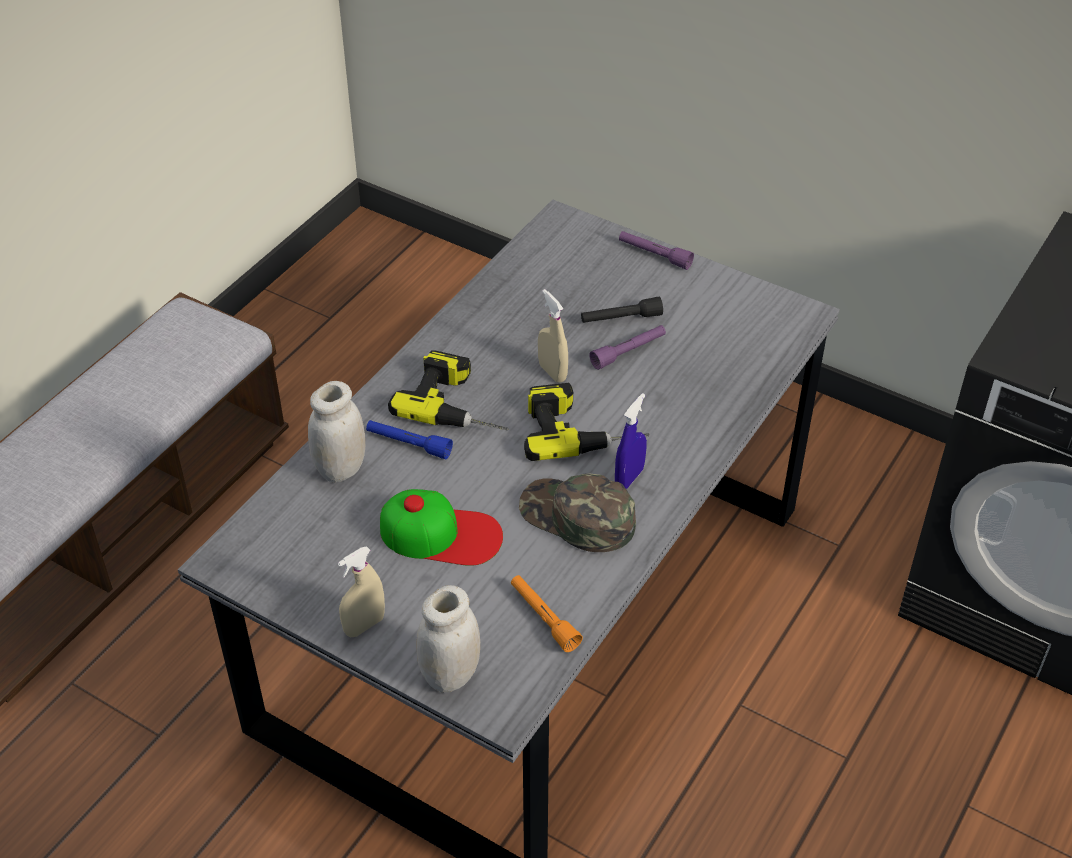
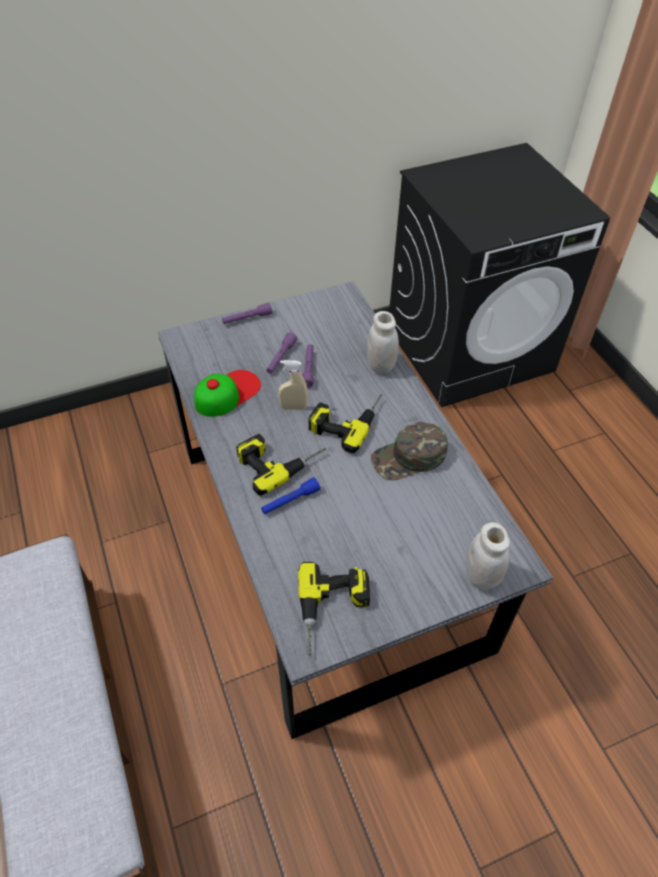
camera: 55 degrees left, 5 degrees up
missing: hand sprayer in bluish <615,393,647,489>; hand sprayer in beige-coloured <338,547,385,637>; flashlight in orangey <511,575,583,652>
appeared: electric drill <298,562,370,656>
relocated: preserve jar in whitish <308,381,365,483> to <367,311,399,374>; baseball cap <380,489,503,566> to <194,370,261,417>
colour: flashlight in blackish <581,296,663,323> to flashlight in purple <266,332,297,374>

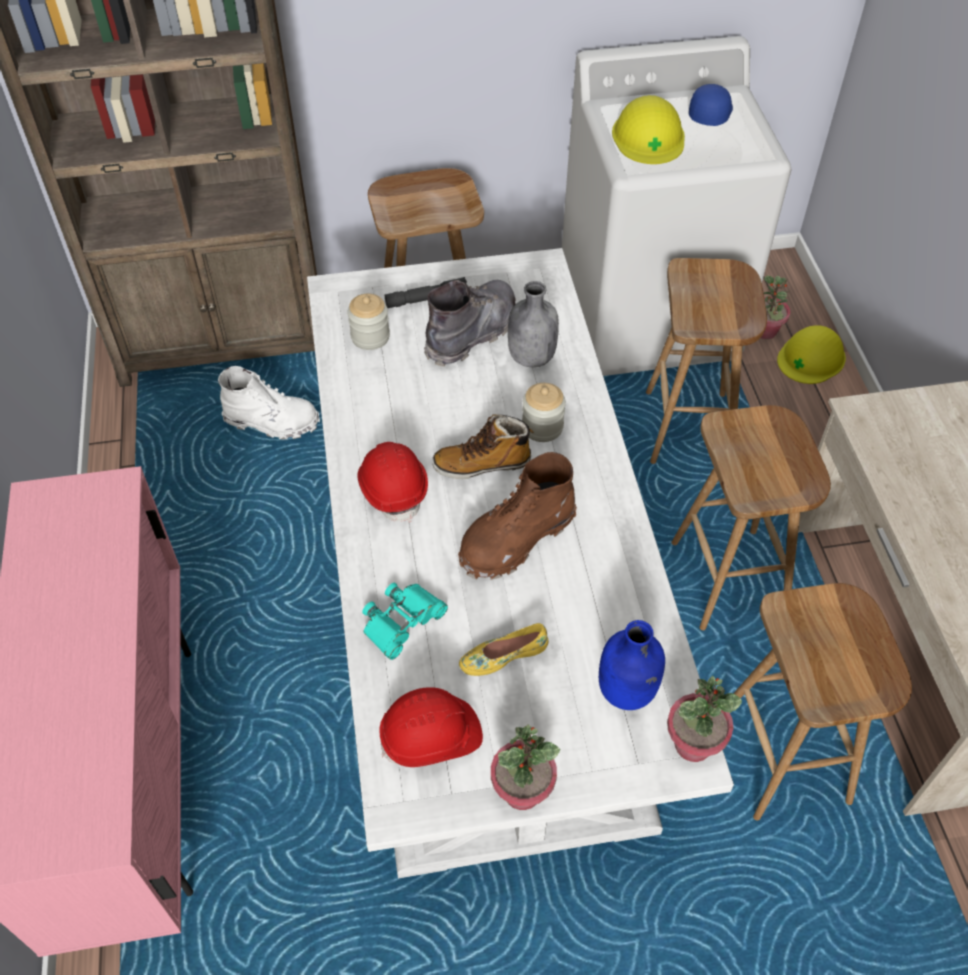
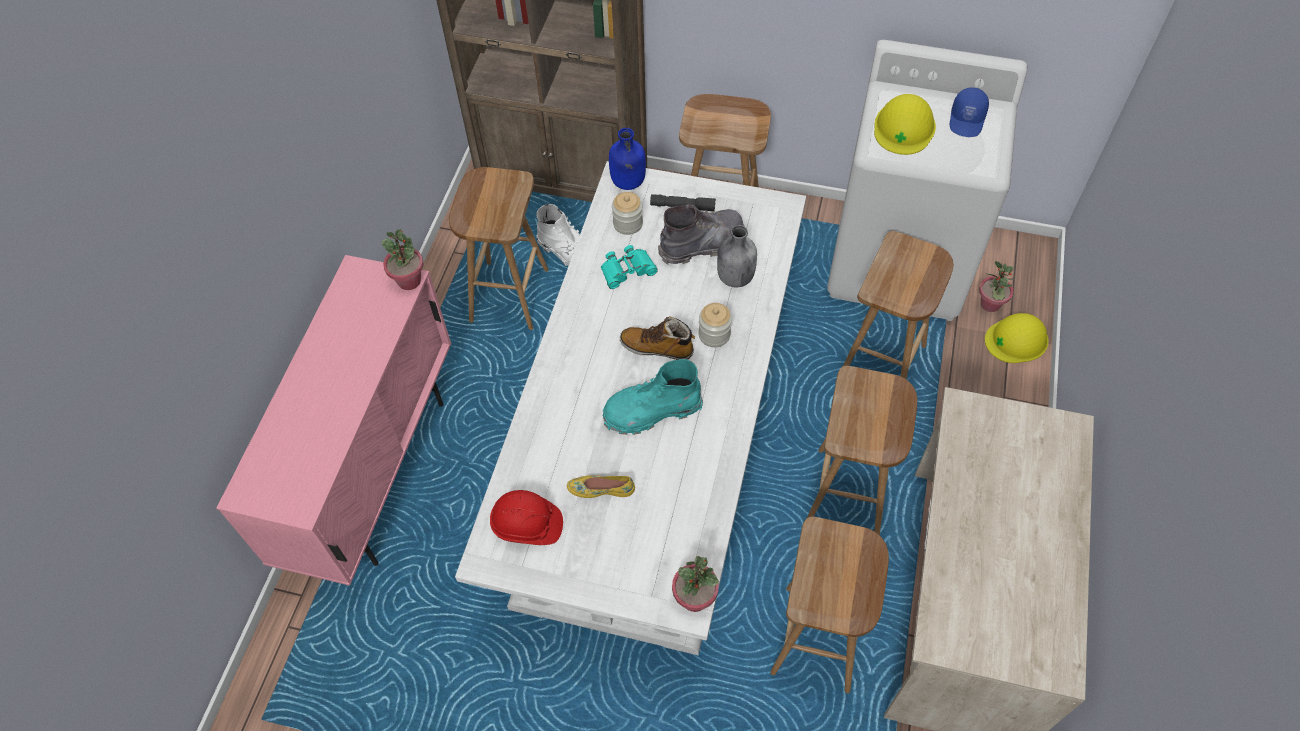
camera: 25 degrees right, 5 degrees up
missing: work helmet in red <357,442,428,522>
appeared: stool in brownish <449,167,549,330>
relocated: binoculars in turquoise <362,583,448,660> to <601,245,658,289>; drink bottle in bluish <599,620,665,710> to <609,128,646,190>; plant in a pot <491,725,560,810> to <381,229,424,290>
colour: boot in brownish <458,452,577,580> to boot in turquoise <603,359,703,435>
spun: baseball cap in bluish <689,84,733,126> = <950,88,989,137> 150 degrees clockwise

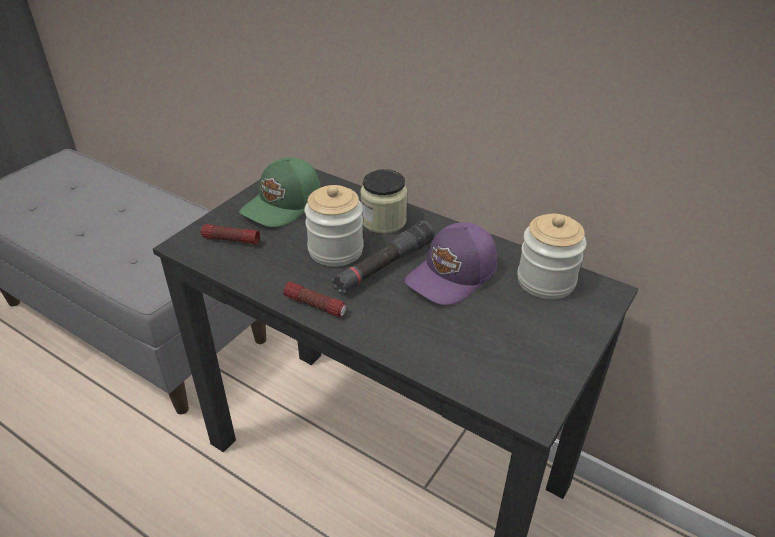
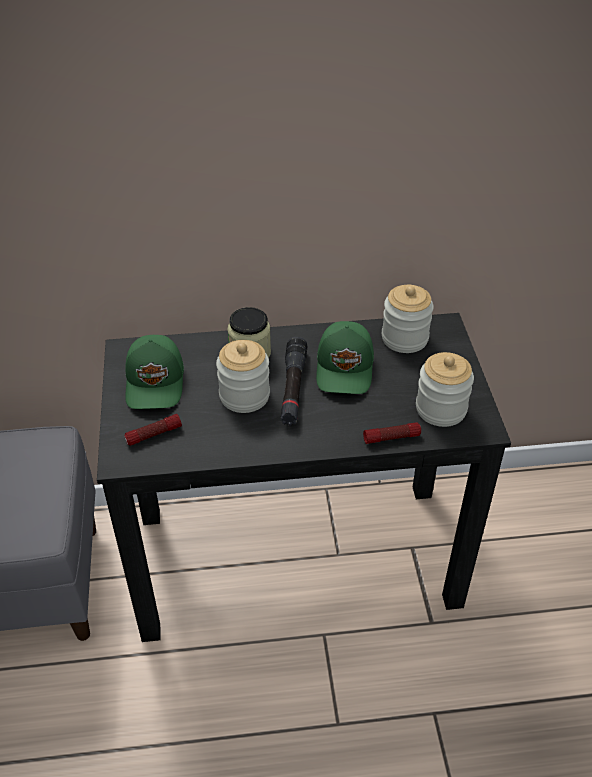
camera: 40 degrees left, 5 degrees up
appeared: preserve jar <416,352,474,427>
relocated: flashlight <283,281,346,317> to <363,422,421,444>
colour: baseball cap in purple <404,222,497,305> to baseball cap in greenish <316,321,374,394>

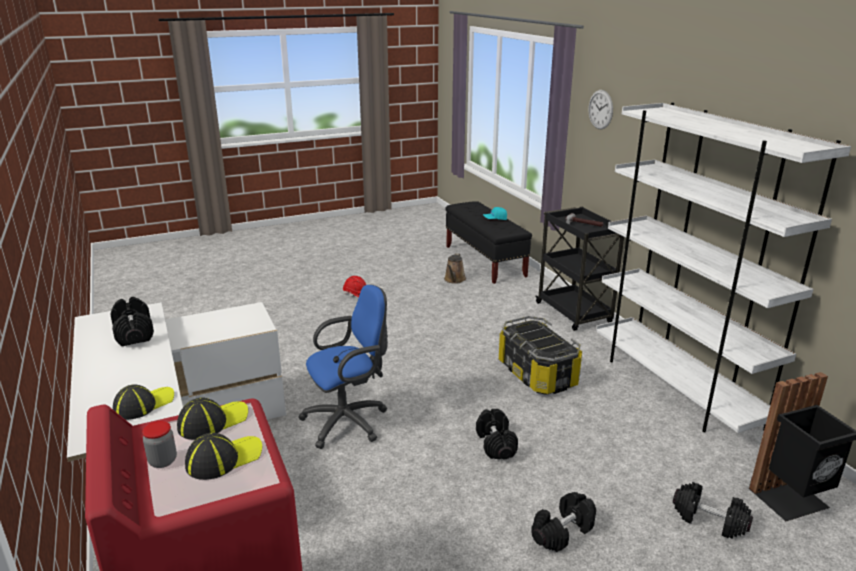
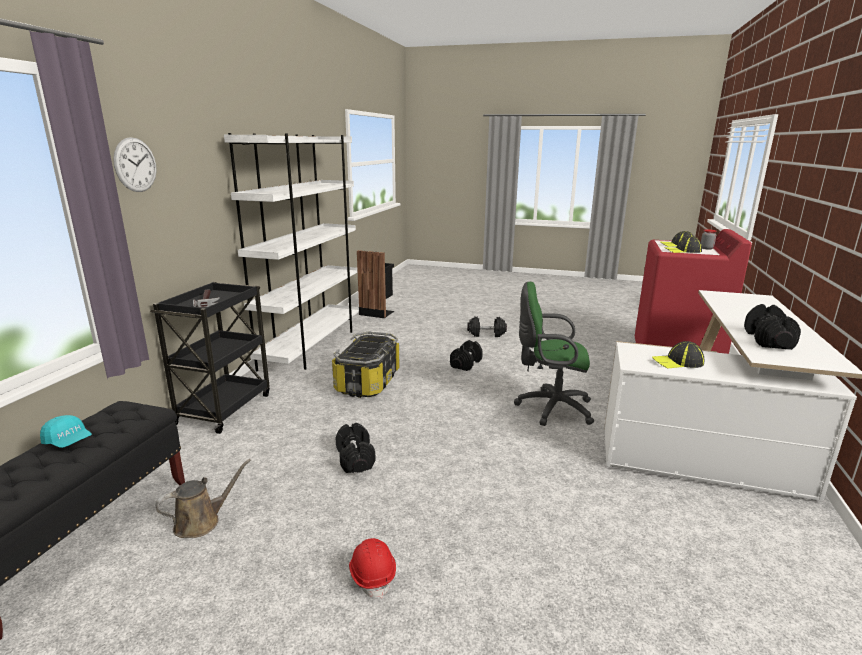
camera: 140 degrees left, 5 degrees down
relocated: baseball cap <113,384,174,420> to <652,341,705,369>; hand weight in blackish <673,482,753,539> to <335,423,376,473>
colour: computer chair in bluish <298,285,388,449> to computer chair in greenish <514,282,594,426>

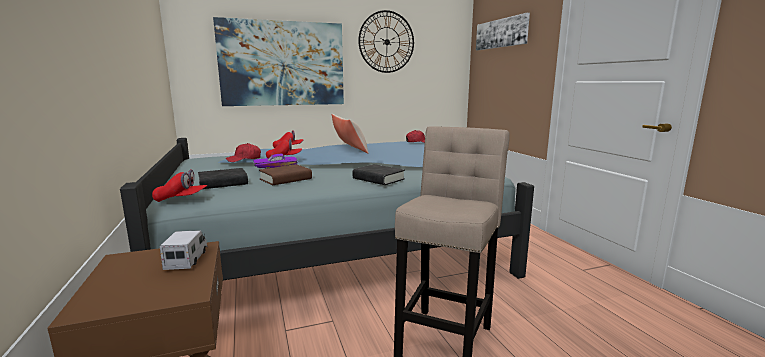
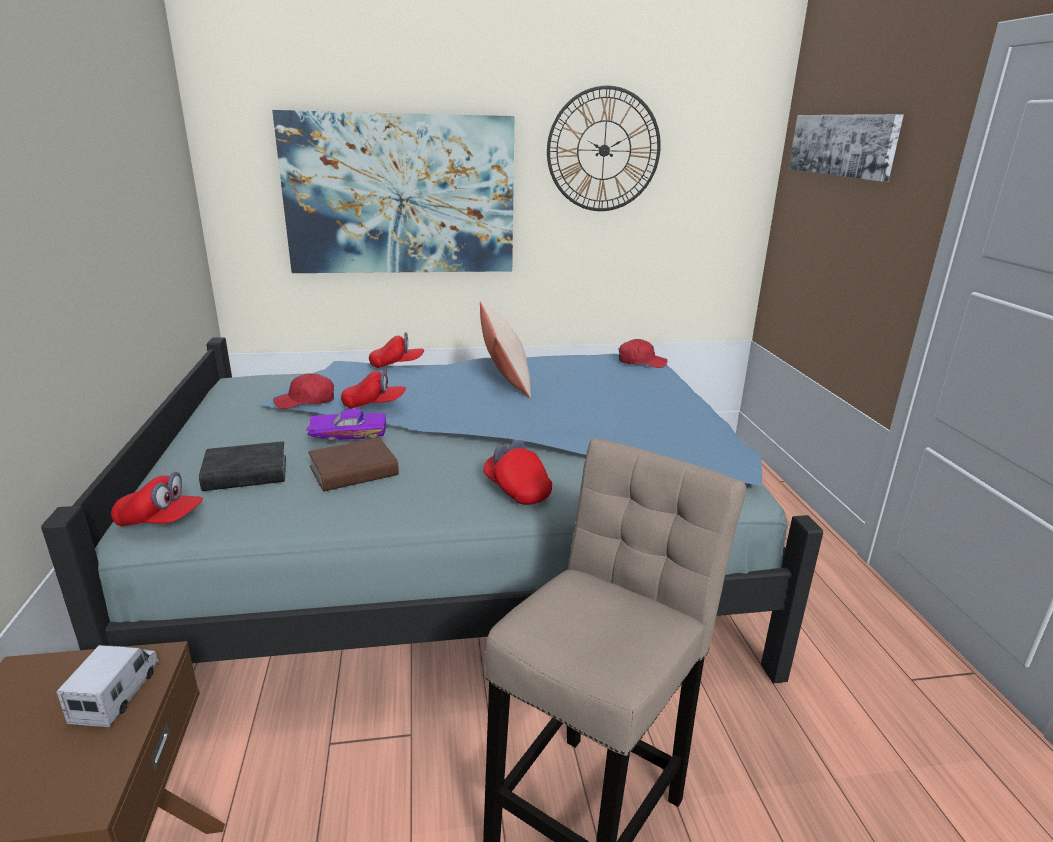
camera: 10 degrees right, 10 degrees up
exchanged: volume in blackish <352,164,405,185> to baseball cap in red <483,440,552,505>

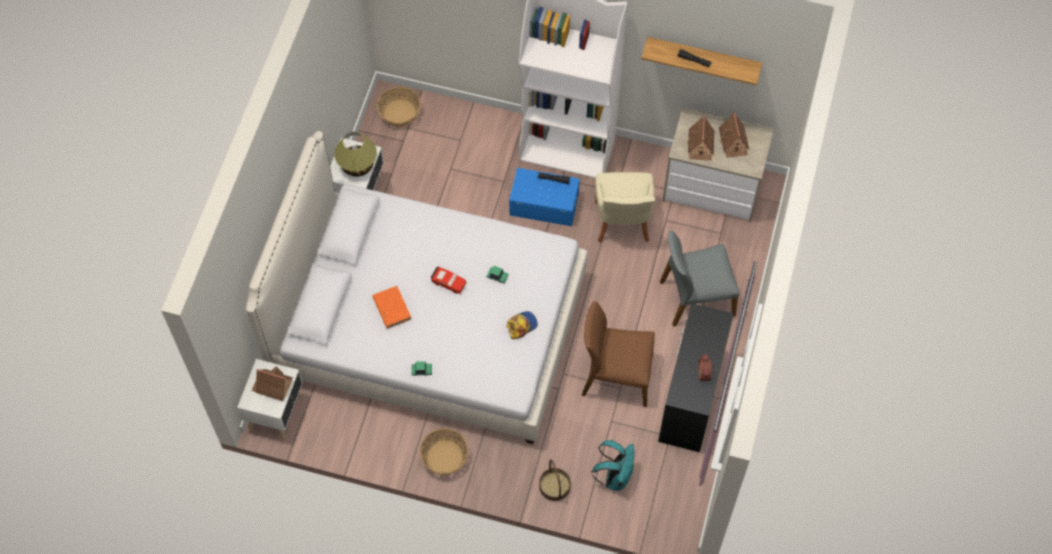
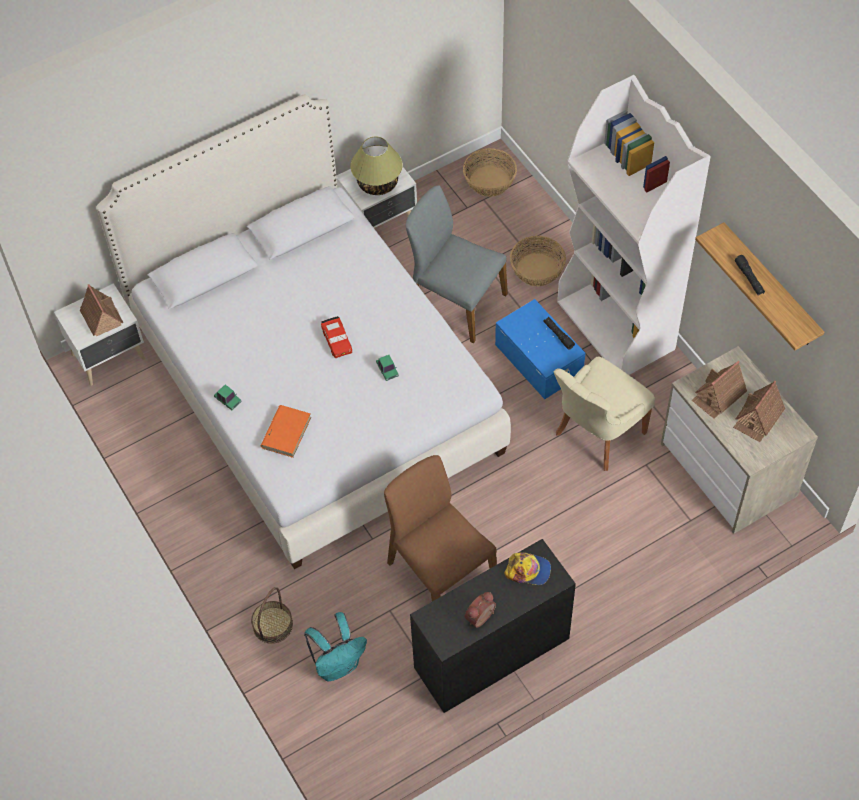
camera: 45 degrees right, 5 degrees down
relocated: upright chair in grey <660,230,739,327> to <406,185,508,343>; volume in orangey <372,286,411,328> to <261,405,311,458>; baseball cap <507,311,538,339> to <504,552,551,585>; household basket <420,428,469,475> to <510,236,566,286>

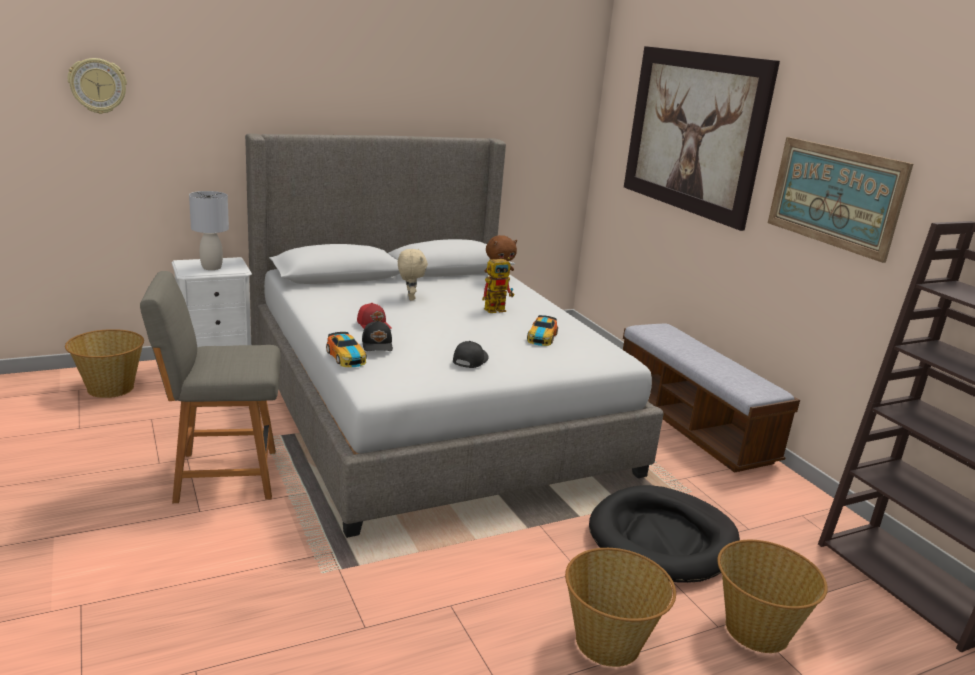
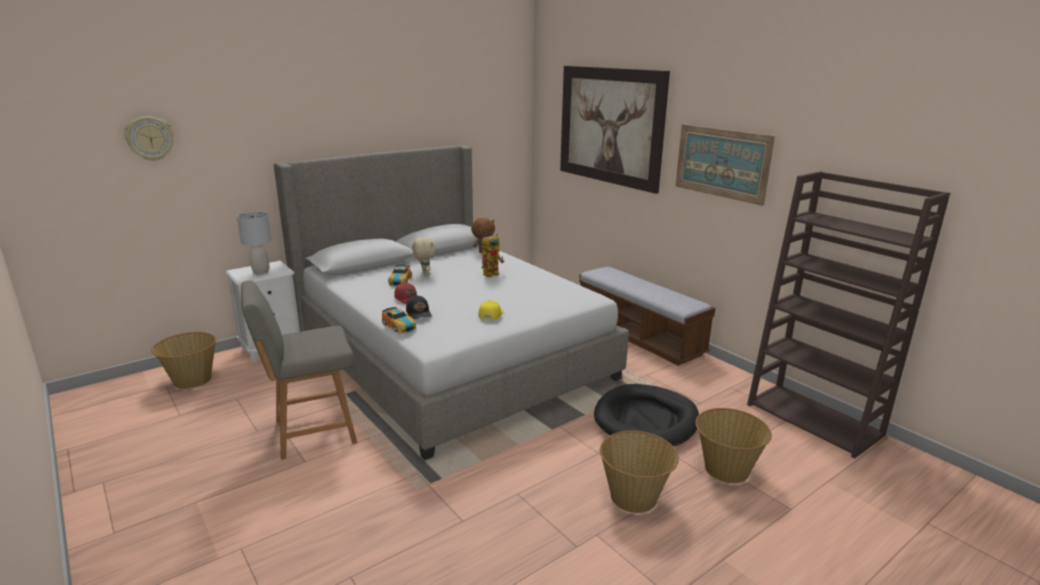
camera: 10 degrees left, 0 degrees up
relocated: model car <527,315,558,346> to <388,265,412,287>
colour: baseball cap in blackish <453,341,489,368> to baseball cap in yellowish <478,300,503,320>

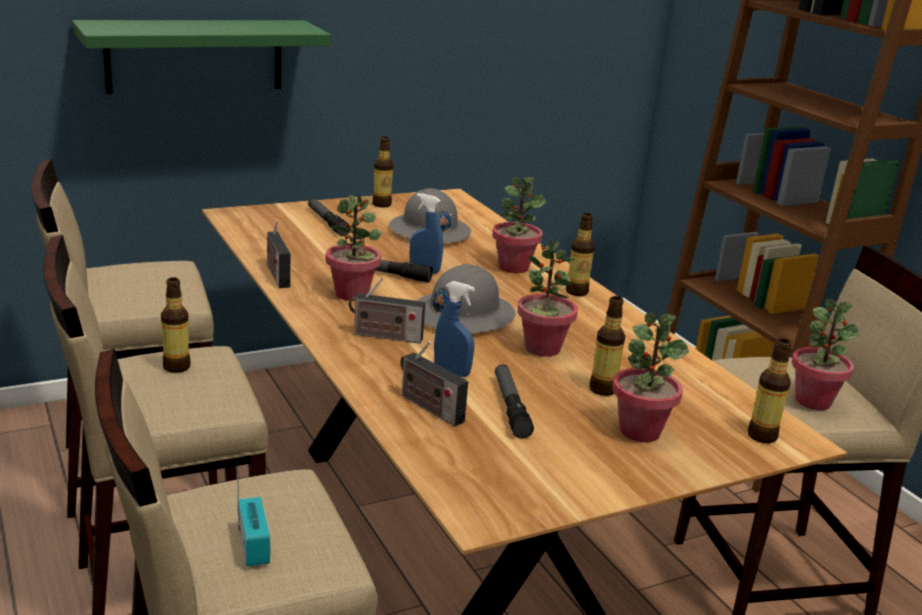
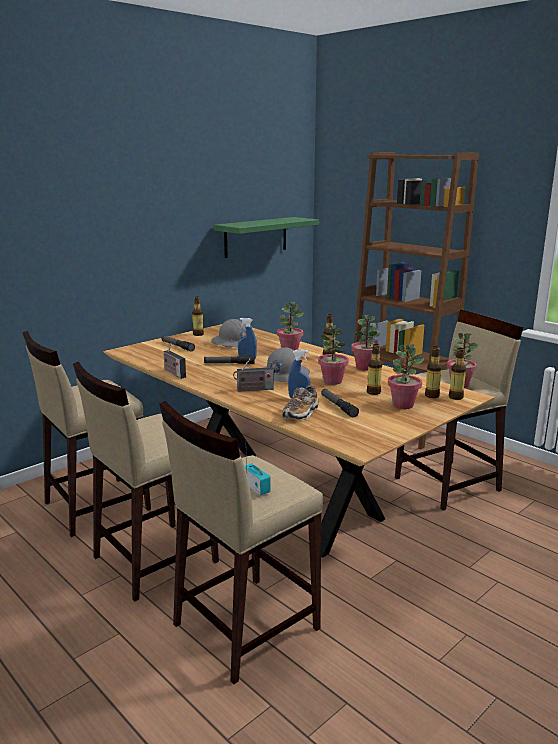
camera: 15 degrees left, 5 degrees down
relocated: wall shelf in greenish <72,20,331,94> to <214,217,319,258>; plant in a pot <326,195,382,301> to <351,315,380,371>; drink bottle <161,277,191,373> to <425,346,442,398>
exchanged: radio receiver <400,341,468,426> to low shoe <282,385,319,420>

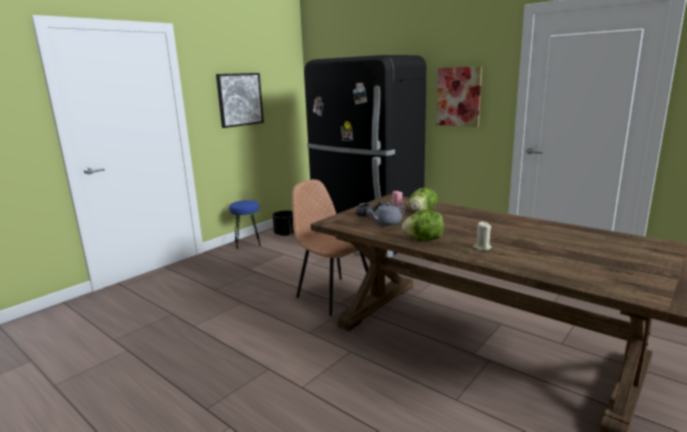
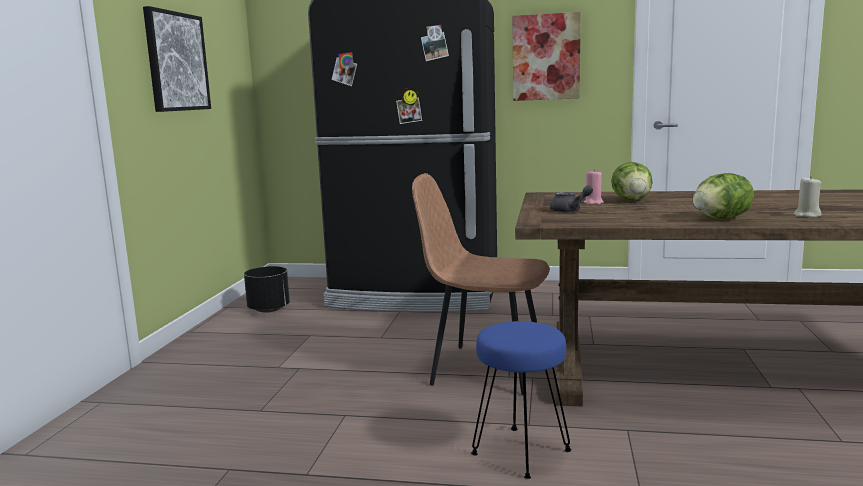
camera: 30 degrees left, 5 degrees down
missing: teapot in grey <369,203,406,226>
relocated: stool in bluish <229,200,261,249> to <471,321,571,479>

